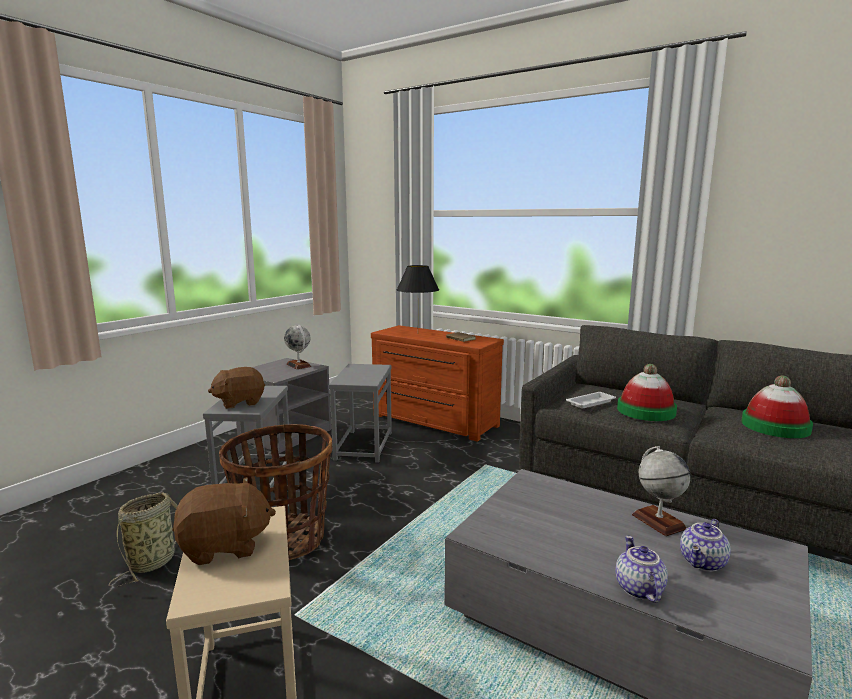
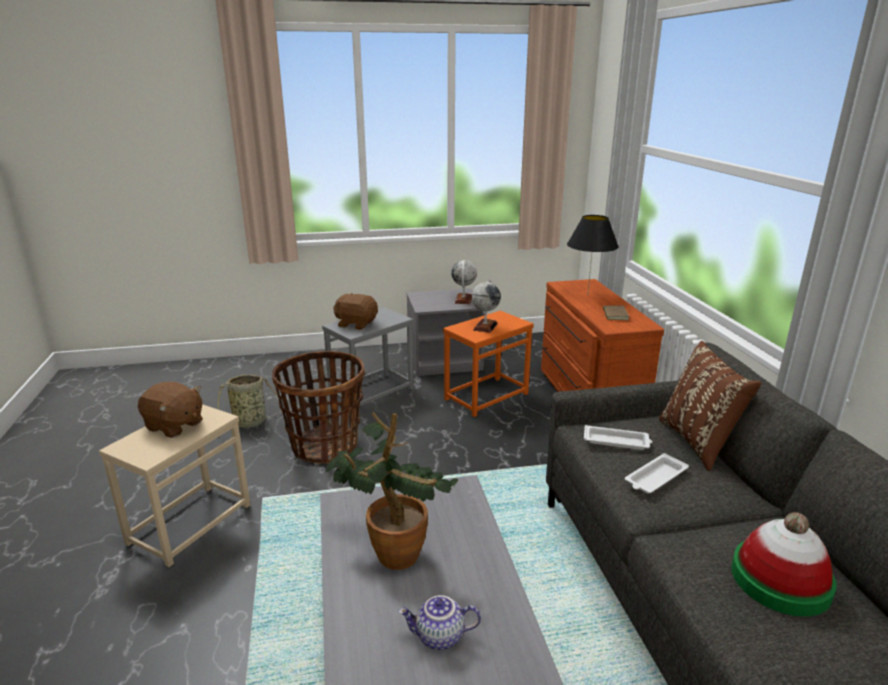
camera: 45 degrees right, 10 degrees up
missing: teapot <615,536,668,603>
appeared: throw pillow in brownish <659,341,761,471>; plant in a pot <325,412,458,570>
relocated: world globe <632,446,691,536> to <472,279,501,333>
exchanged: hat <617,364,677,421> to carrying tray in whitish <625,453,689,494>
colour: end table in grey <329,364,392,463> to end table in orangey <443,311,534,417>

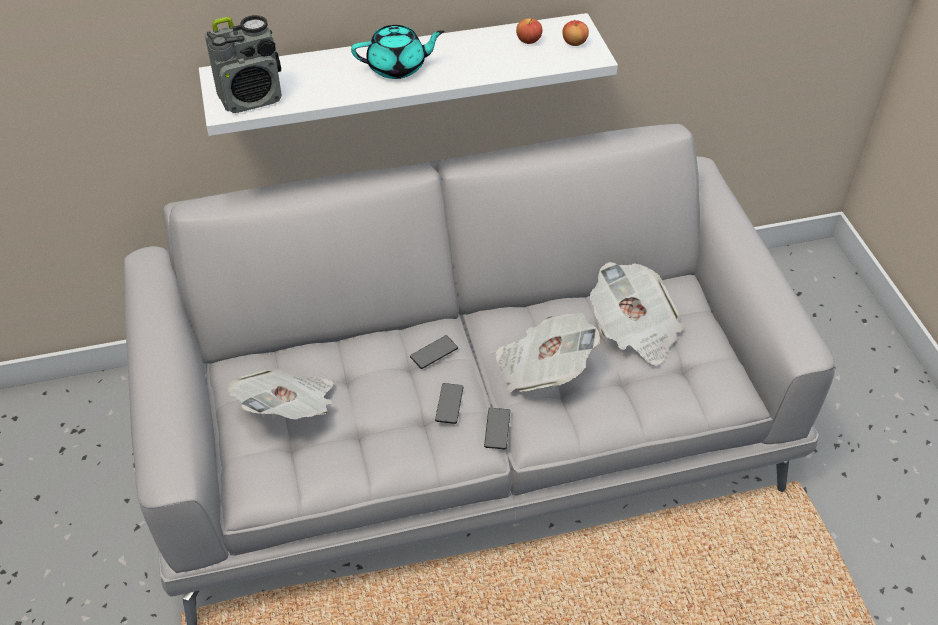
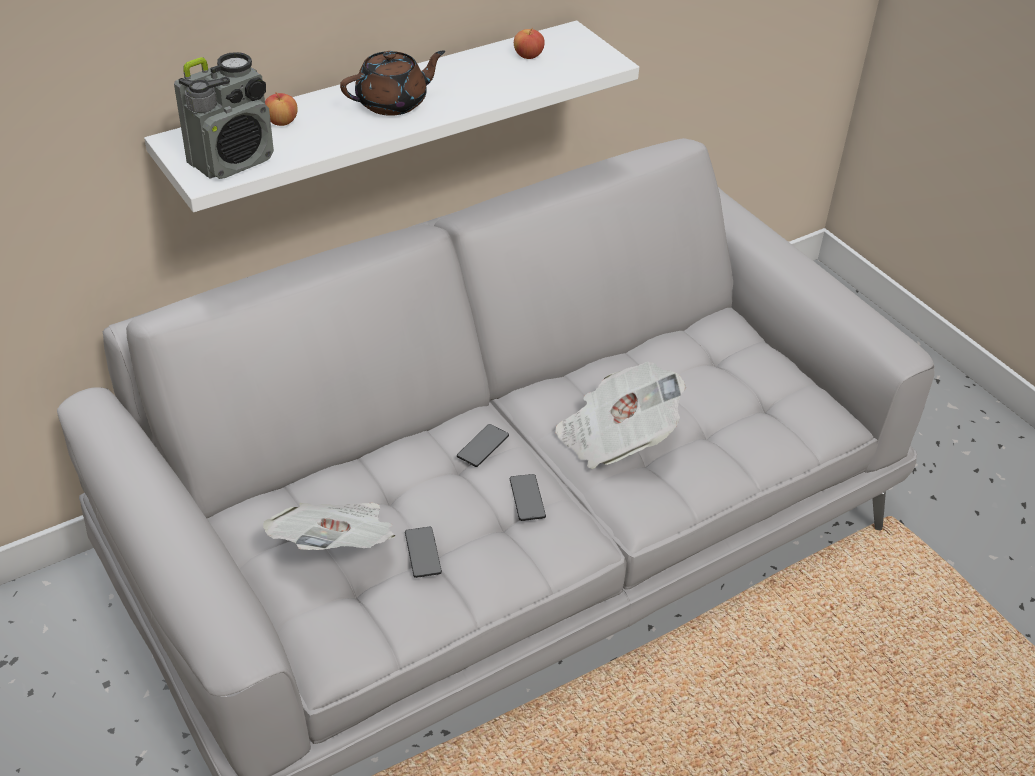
camera: 20 degrees left, 5 degrees down
missing: printed paper <590,262,683,366>
relocated: apple fruit <562,20,589,46> to <265,92,298,126>; phone <484,408,510,449> to <405,527,442,578>
colour: teapot in turquoise <351,25,444,79> to teapot in brownish <340,51,445,116>

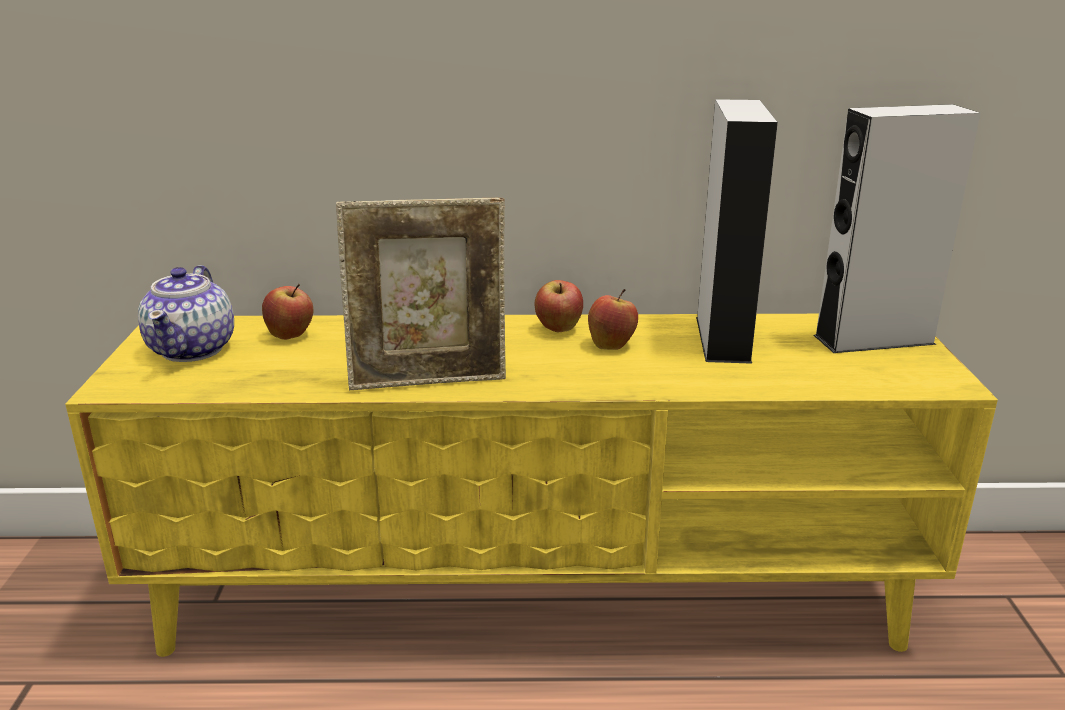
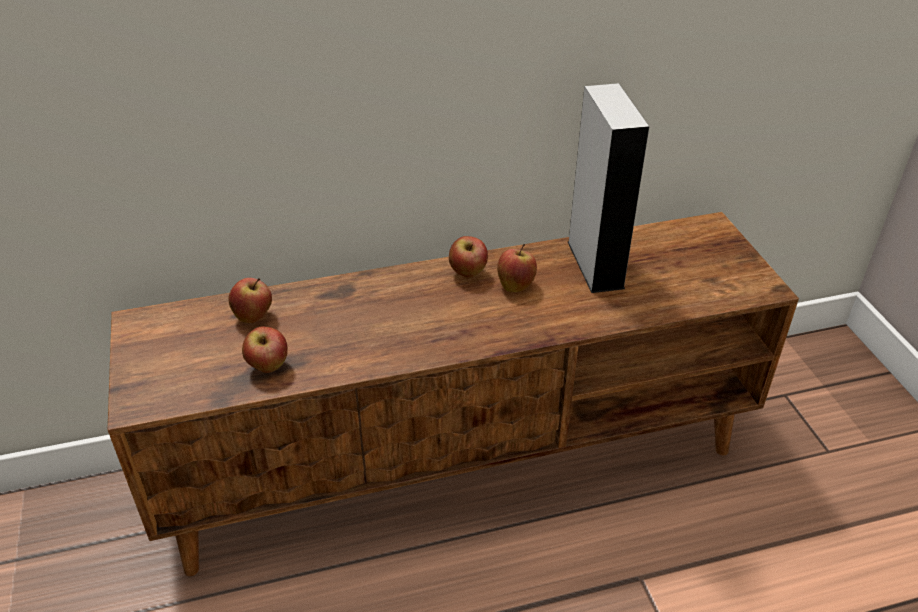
camera: 15 degrees left, 15 degrees up
missing: speaker in grey <813,104,980,353>; picture frame <336,198,506,390>; teapot <138,265,234,362>
appeared: apple fruit <242,327,288,373>
colour: tv stand in yellowish <65,314,998,657> to tv stand in brownish <108,212,799,576>

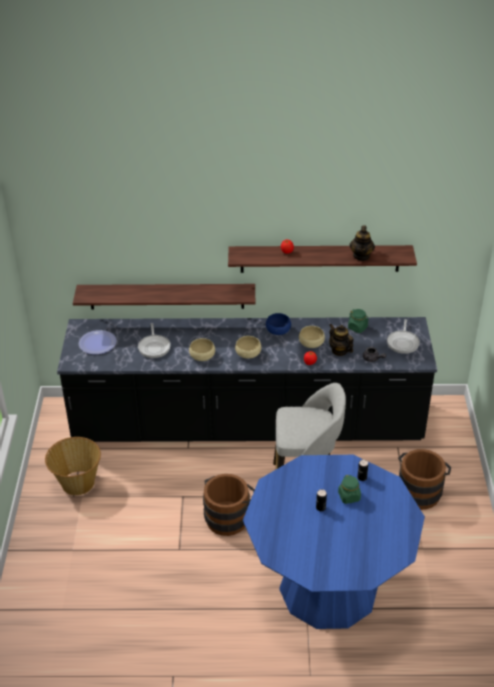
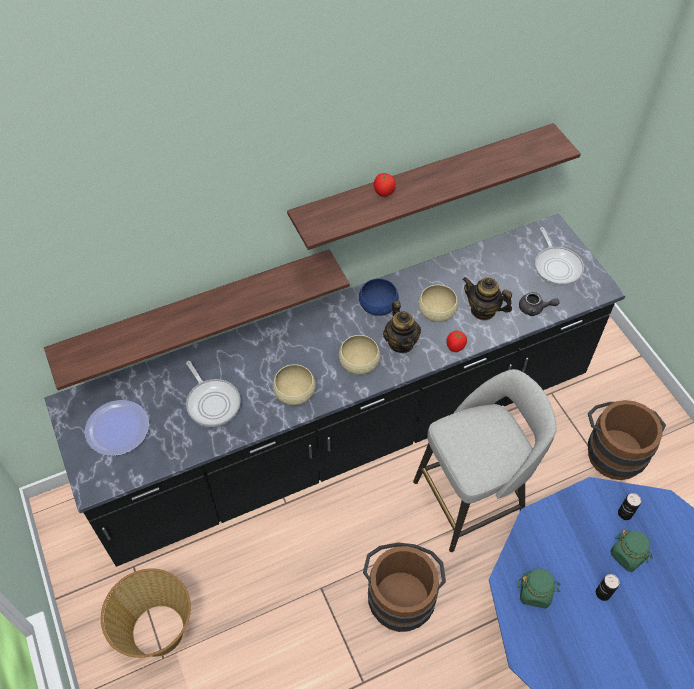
camera: 25 degrees left, 15 degrees up
relocated: teapot <349,225,375,261> to <383,300,421,353>; preserve jar in greenish <348,309,369,333> to <518,569,561,609>

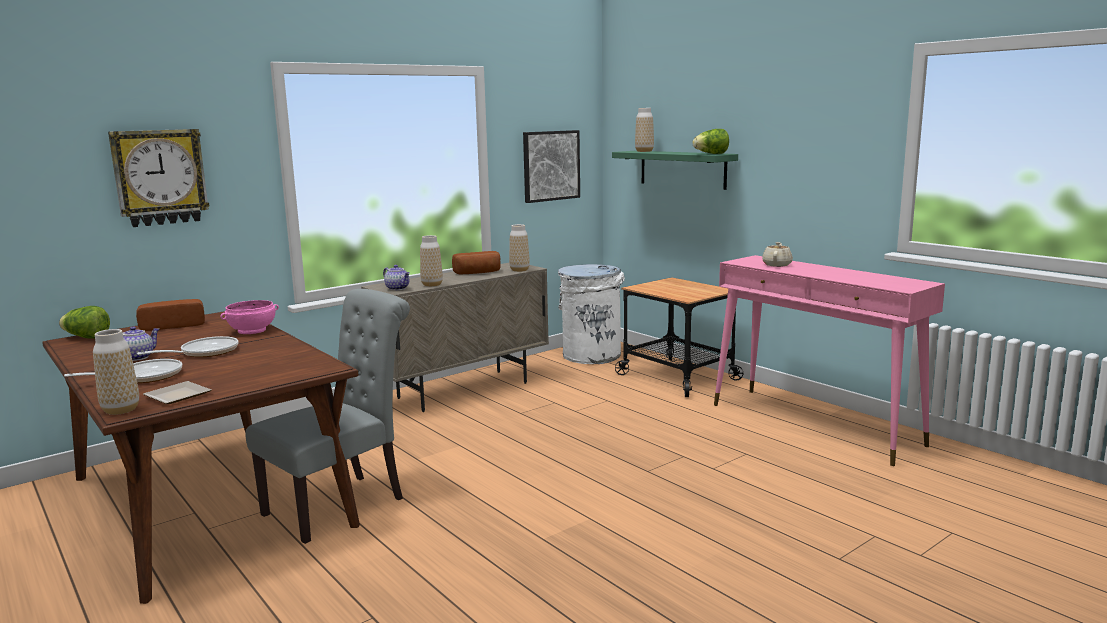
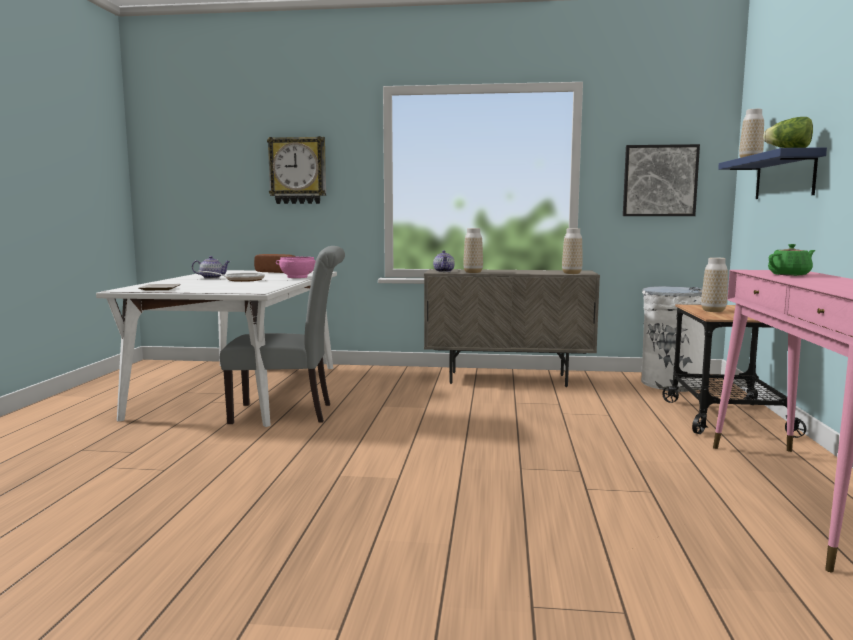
camera: 45 degrees right, 5 degrees down
missing: bakery bread <452,251,501,275>; head of lettuce <59,306,110,339>; frying pan <64,359,182,383>
relocated: flower vase <93,329,139,415> to <701,257,728,312>
colour: wall shelf in greenish <612,151,738,190> to wall shelf in bluish <718,147,827,199>; teapot in beige-coloured <762,242,793,267> to teapot in greenish <768,244,815,276>; dining table in brownish <42,311,360,604> to dining table in whitish <96,270,337,427>

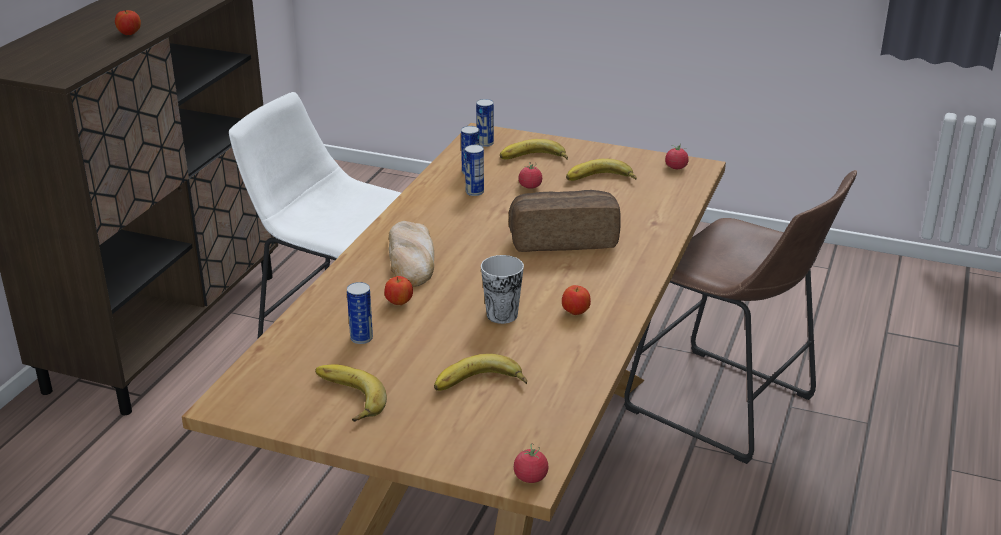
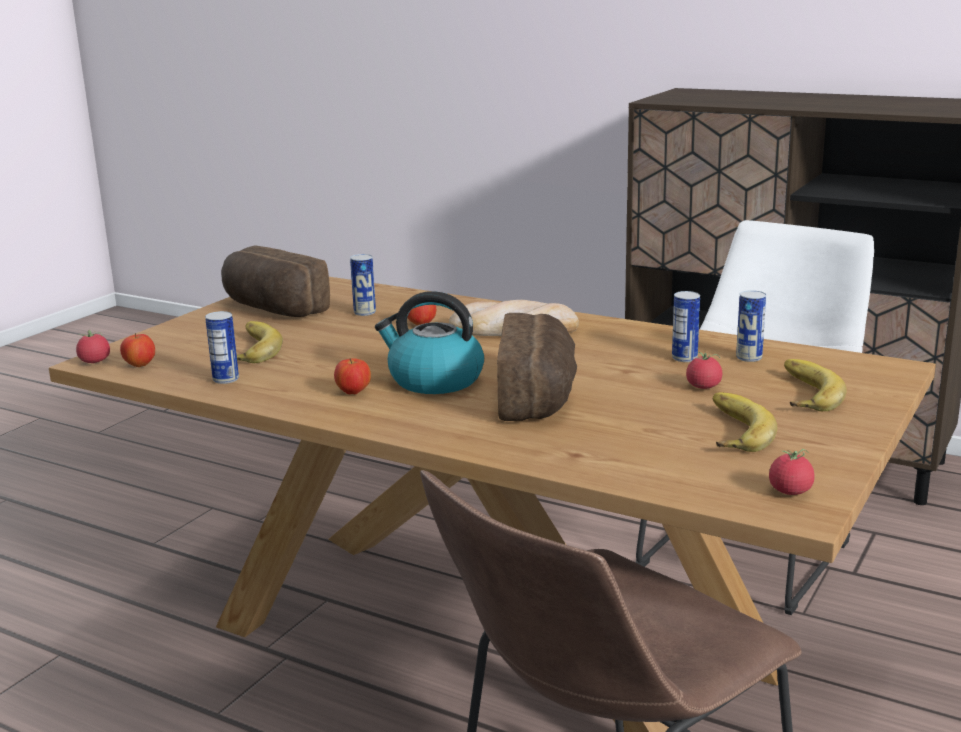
camera: 100 degrees right, 10 degrees down
missing: cup <481,255,524,324>
appeared: kettle <375,291,484,394>
relocated: apple fruit <115,10,141,35> to <120,333,155,367>; can <476,99,494,147> to <205,311,239,384>
exchanged: banana fruit <315,365,387,422> to bakery bread <221,245,330,317>

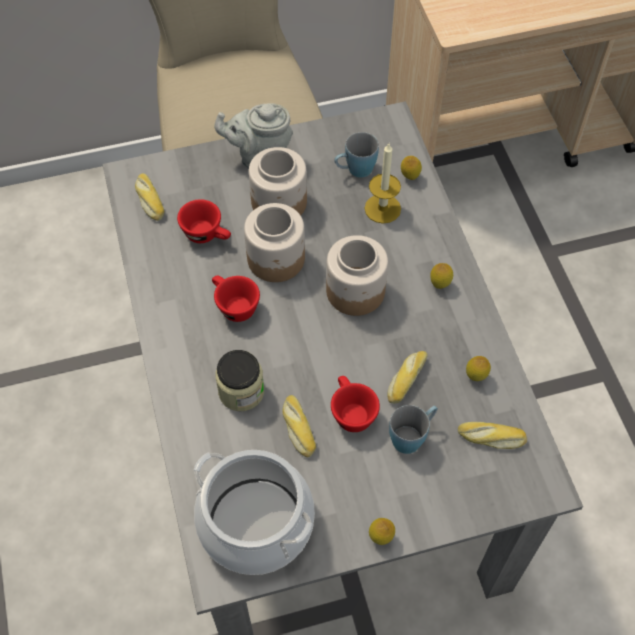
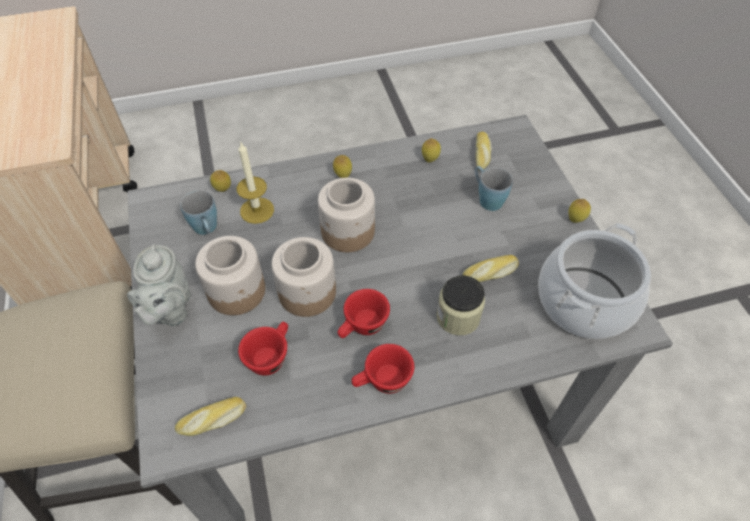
camera: 90 degrees left, 5 degrees down
missing: bakery bread <387,351,428,404>
relocated: cup in red <331,376,380,432> to <352,344,414,394>

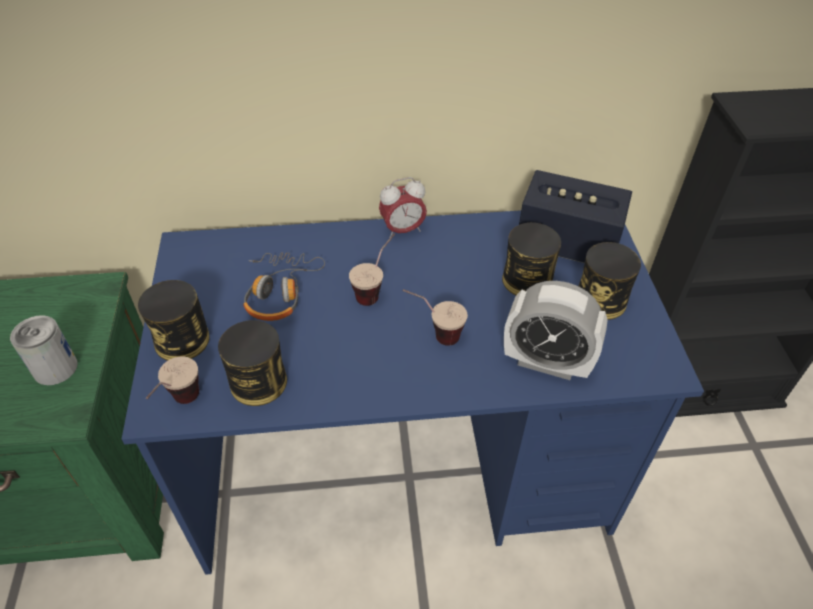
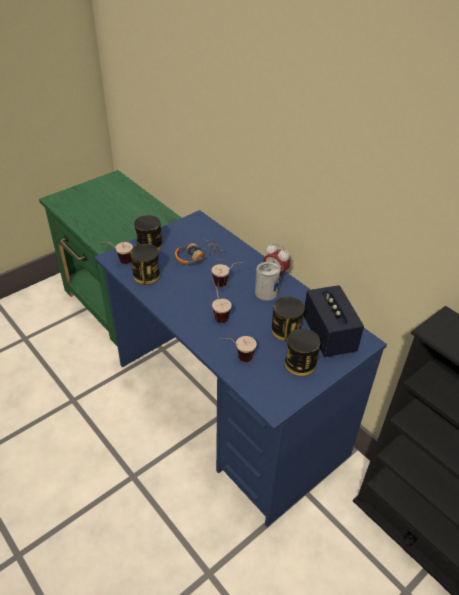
camera: 55 degrees right, 5 degrees down
relocated: can <10,315,78,385> to <255,262,280,301>
exchanged: table clock <504,281,608,380> to cup <219,336,257,362>

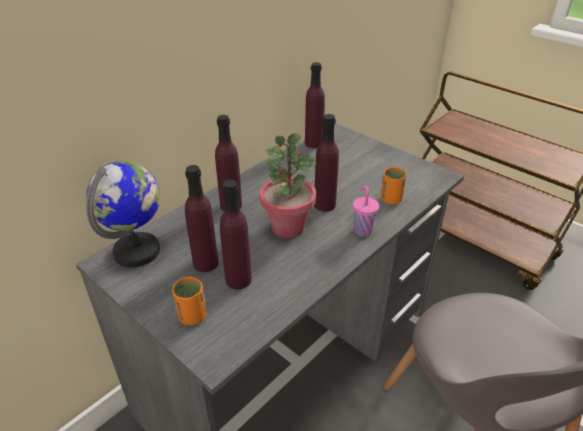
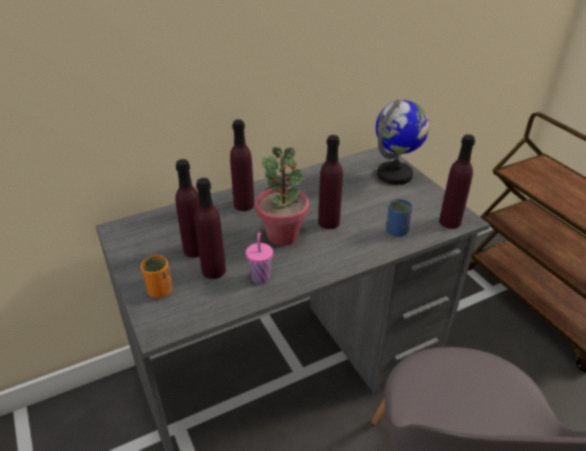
camera: 20 degrees right, 0 degrees up
relocated: drink bottle in purple <305,62,325,148> to <439,134,475,229>; world globe <86,161,160,268> to <376,99,429,185>; cup in pink-coloured <353,186,379,237> to <246,232,273,284>
colour: cup in orangey <381,167,407,204> to cup in bluish <386,199,412,237>

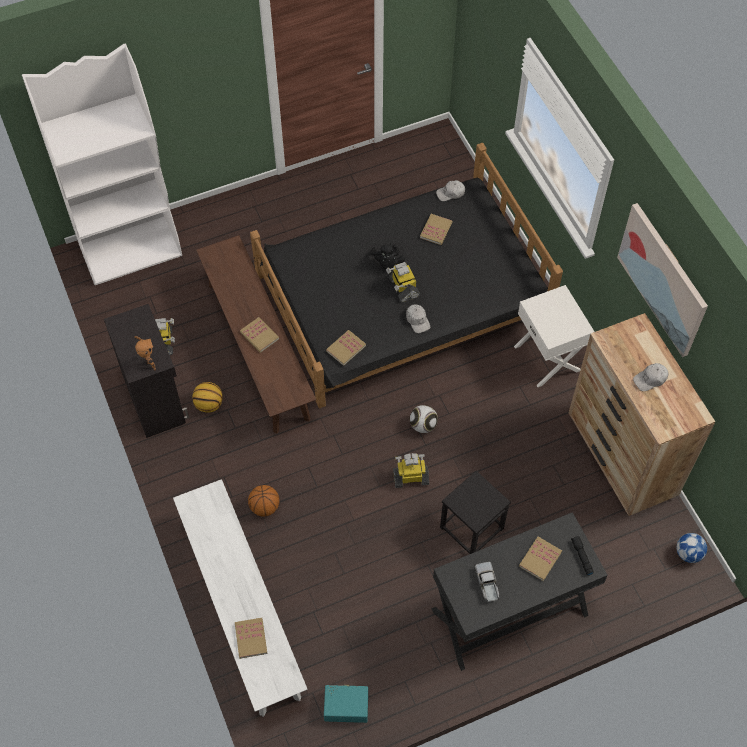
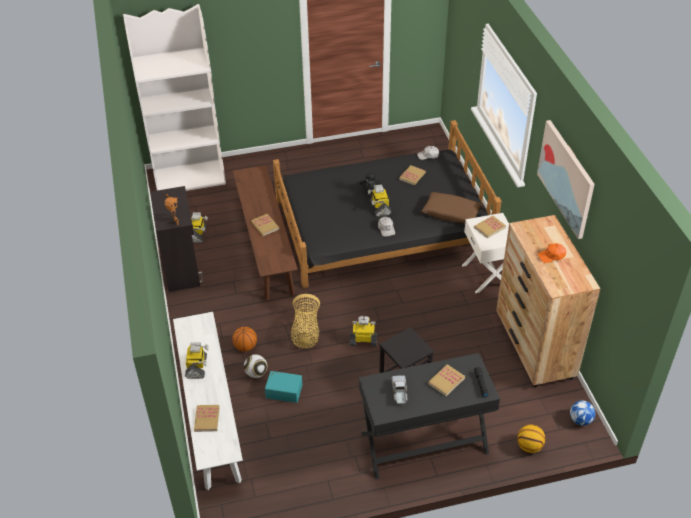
camera: 10 degrees right, 15 degrees down
appeared: throw pillow in brownish <421,192,482,224>; household basket <291,294,320,348>; toy robot <185,342,209,379>
relocated: volume <326,330,366,366> to <474,216,506,238>; basketball <192,382,223,413> to <517,424,545,453>; football ball <410,405,438,433> to <244,354,267,378>; storage box in turquoise <324,685,368,723> to <265,371,302,403>
colour: baseball cap in whitish <633,363,668,391> to baseball cap in orangey <538,243,566,263>

